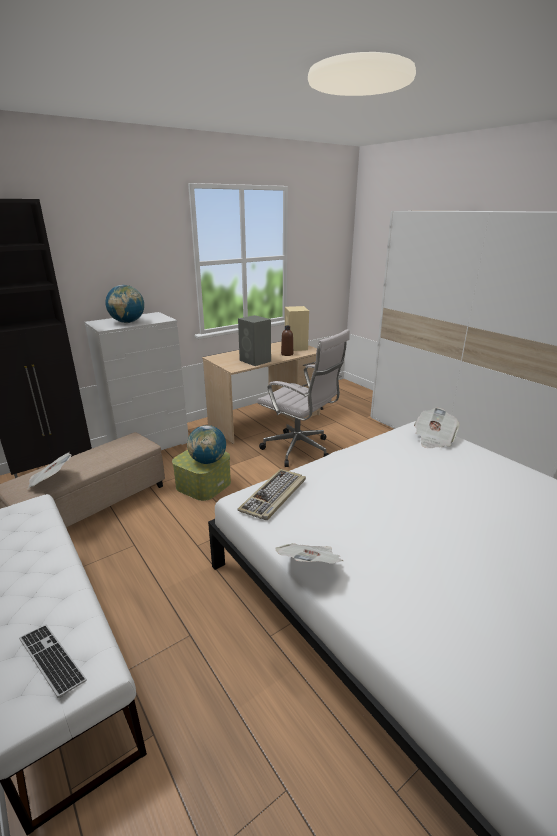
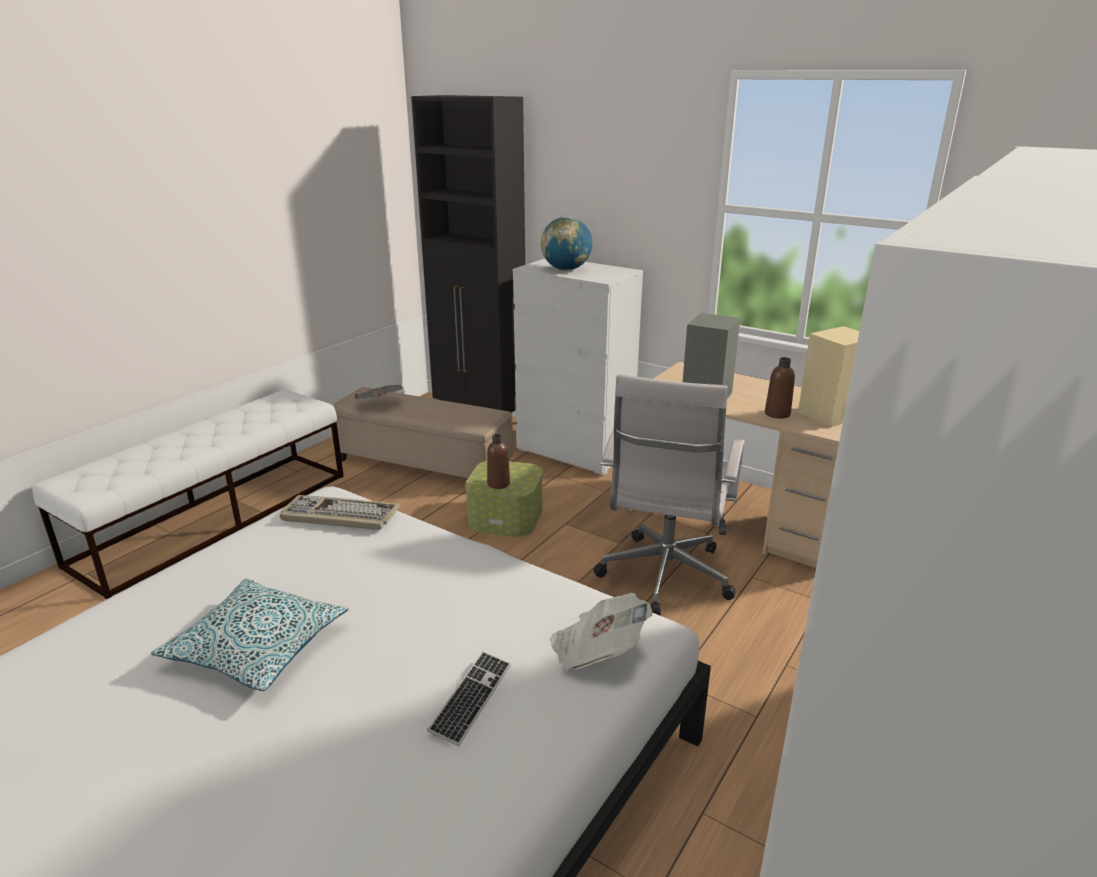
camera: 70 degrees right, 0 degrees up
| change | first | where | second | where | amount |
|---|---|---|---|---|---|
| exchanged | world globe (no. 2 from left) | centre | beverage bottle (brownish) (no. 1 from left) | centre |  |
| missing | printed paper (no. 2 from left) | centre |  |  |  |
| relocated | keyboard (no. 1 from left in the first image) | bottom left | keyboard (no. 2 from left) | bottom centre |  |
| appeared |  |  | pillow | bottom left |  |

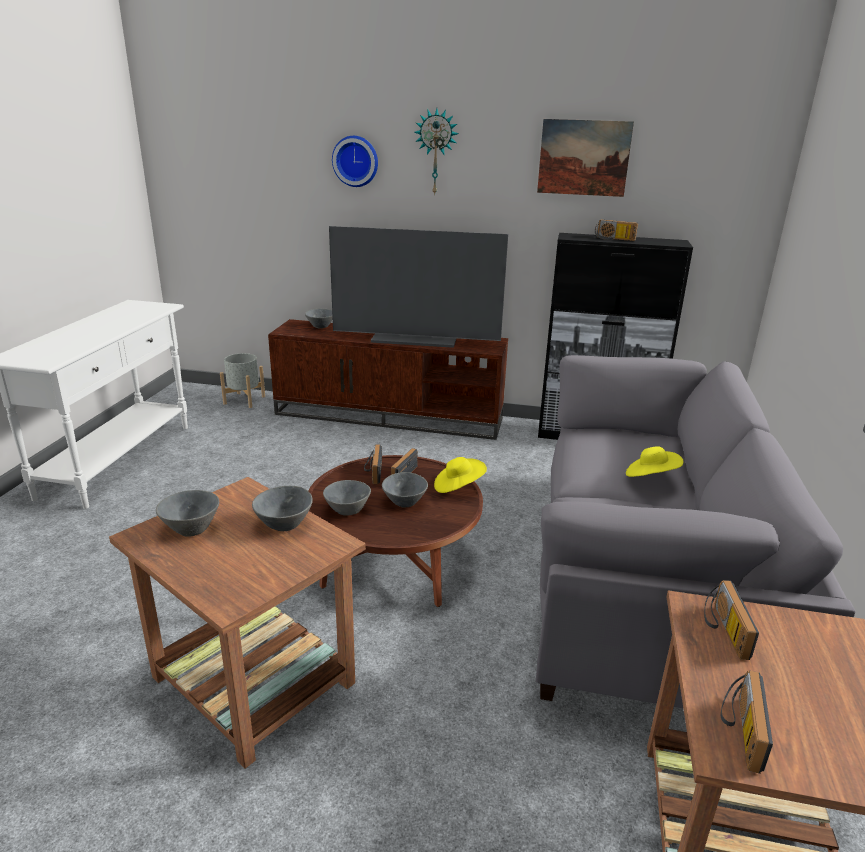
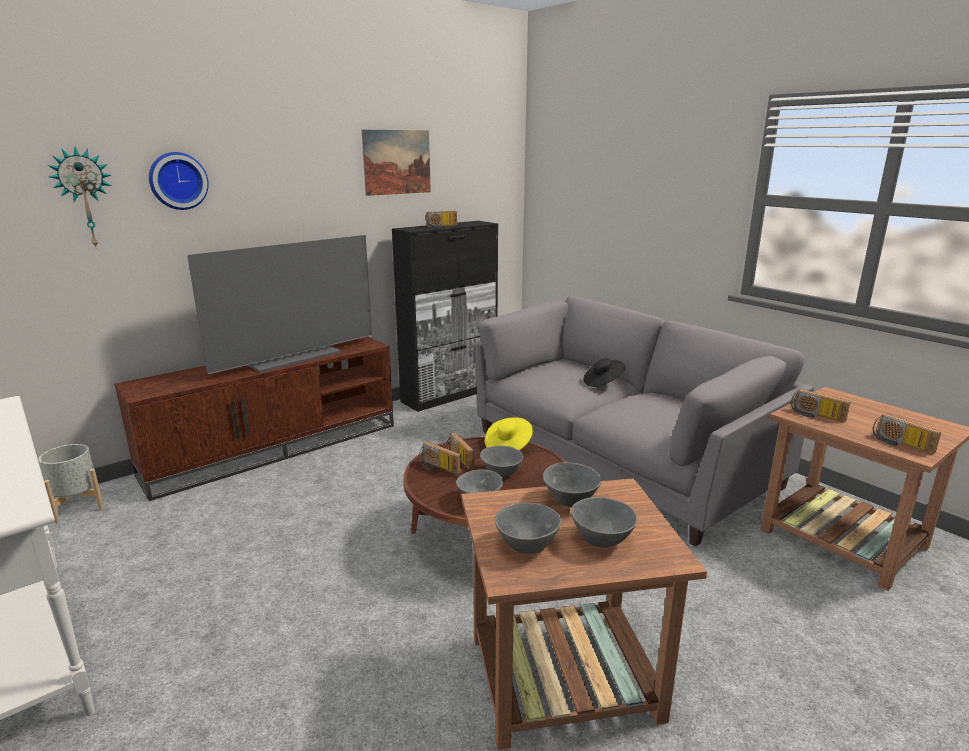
camera: 50 degrees left, 5 degrees down
| change | first | where | second | where | amount |
|---|---|---|---|---|---|
| relocated | wall clock (no. 2 from left in the first image) | top centre | wall clock (no. 1 from left) | top left |  |
| relocated | bowl (grey) (no. 3 from left in the first image) | centre | bowl (grey) (no. 5 from left) | bottom centre |  |
| colour | wearable hat (yellowish) (no. 2 from left) | middle right | wearable hat (black-coloured) | centre |  |

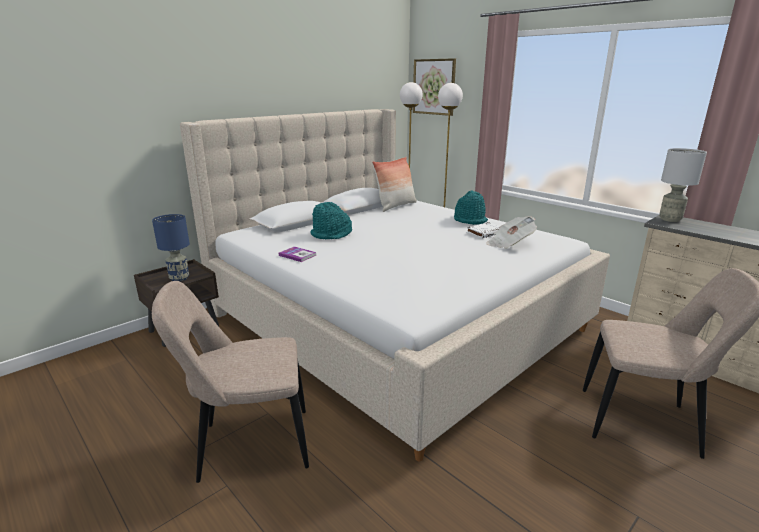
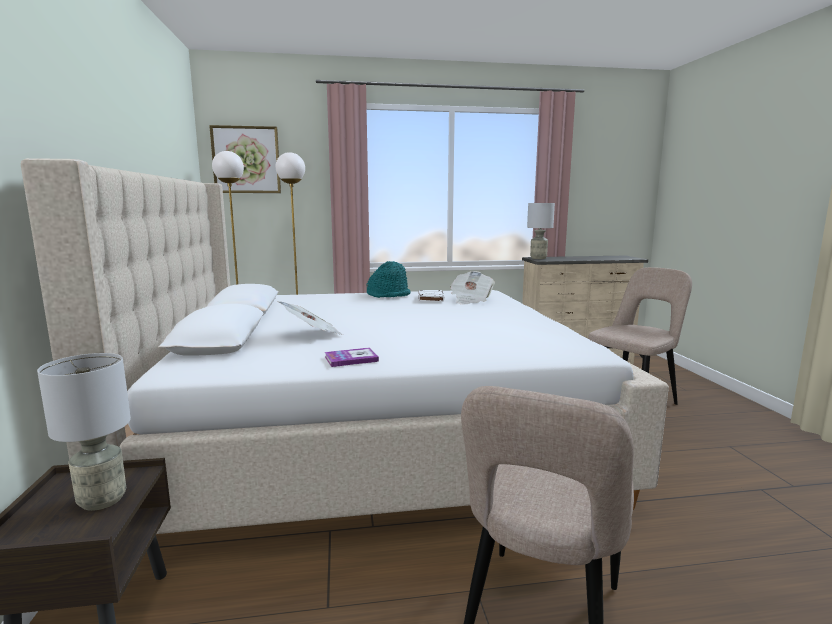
camera: 55 degrees left, 10 degrees down
| change | first | where | second | where | amount |
|---|---|---|---|---|---|
| missing | pillow | centre |  |  |  |
| exchanged | wearable hat (turquoise-coloured) (no. 1 from left) | centre | printed paper (no. 1 from left) | centre |  |
| colour | lamp for a table (blue-coloured) | middle left | lamp for a table (grey) (no. 1 from left) | bottom left |  |

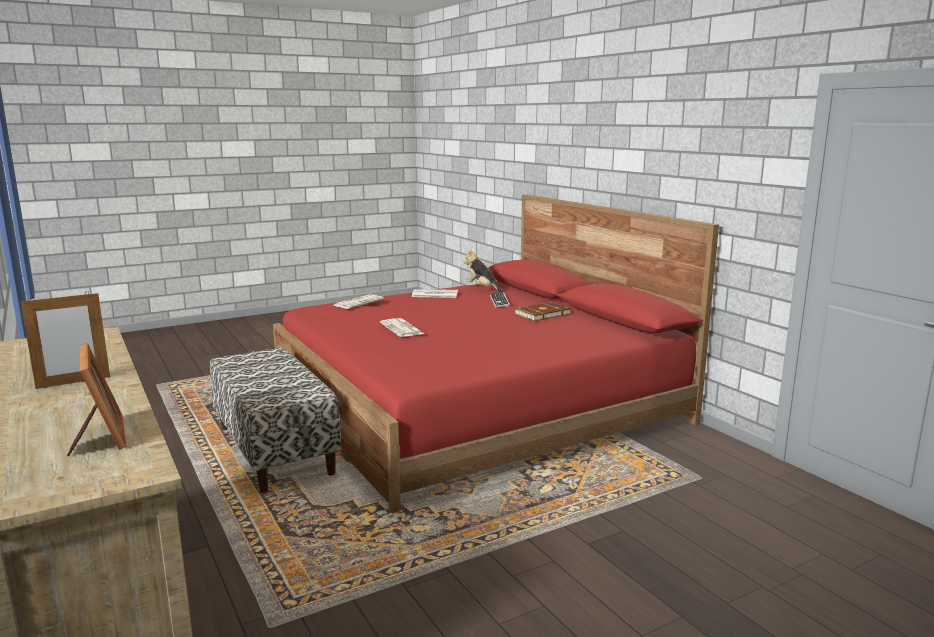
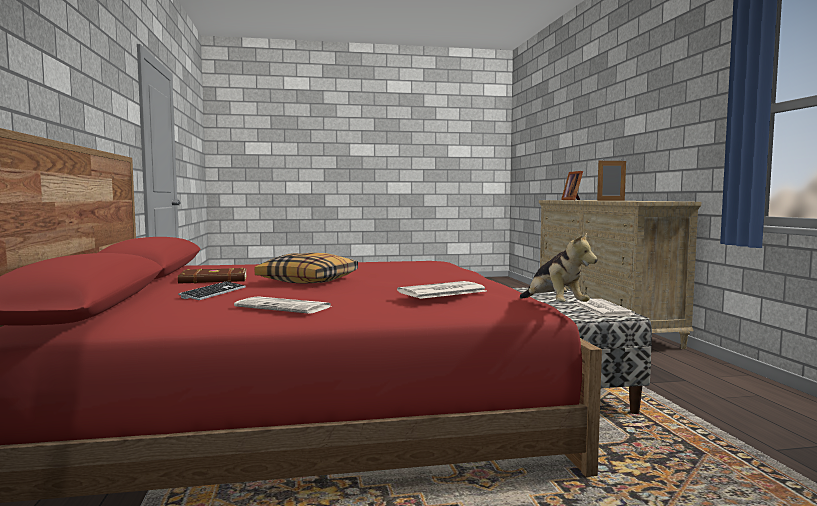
camera: 160 degrees left, 10 degrees down
| change | first | where | second | where | amount |
|---|---|---|---|---|---|
| relocated | soft toy | centre |  | middle right |  |
| relocated | printed paper (no. 2 from left in the first image) | centre | printed paper (no. 3 from left) | middle right |  |
| appeared |  |  | pillow | centre |  |

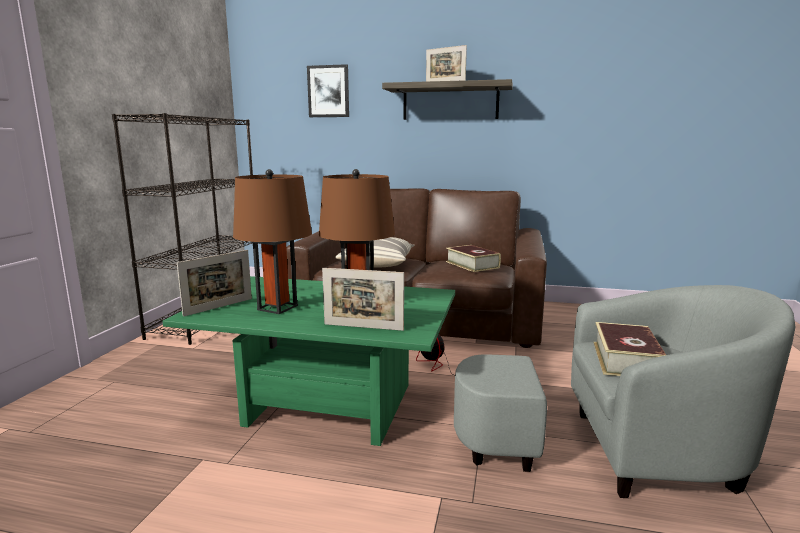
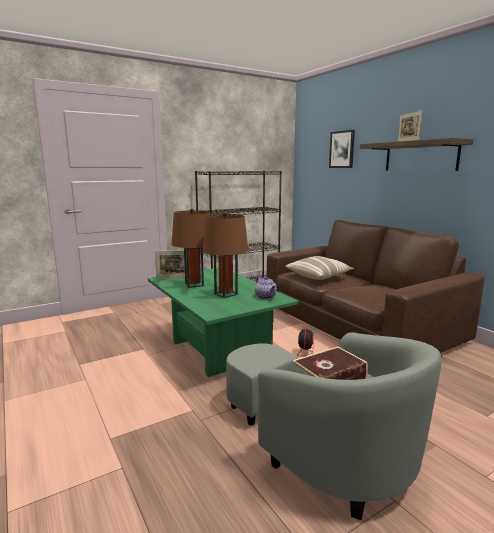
camera: 45 degrees right, 0 degrees up
| change | first | where | second | where | amount |
|---|---|---|---|---|---|
| missing | volume (no. 1 from left) | centre |  |  |  |
| missing | standing frame (no. 2 from left) | centre |  |  |  |
| appeared |  |  | tea pot | centre |  |

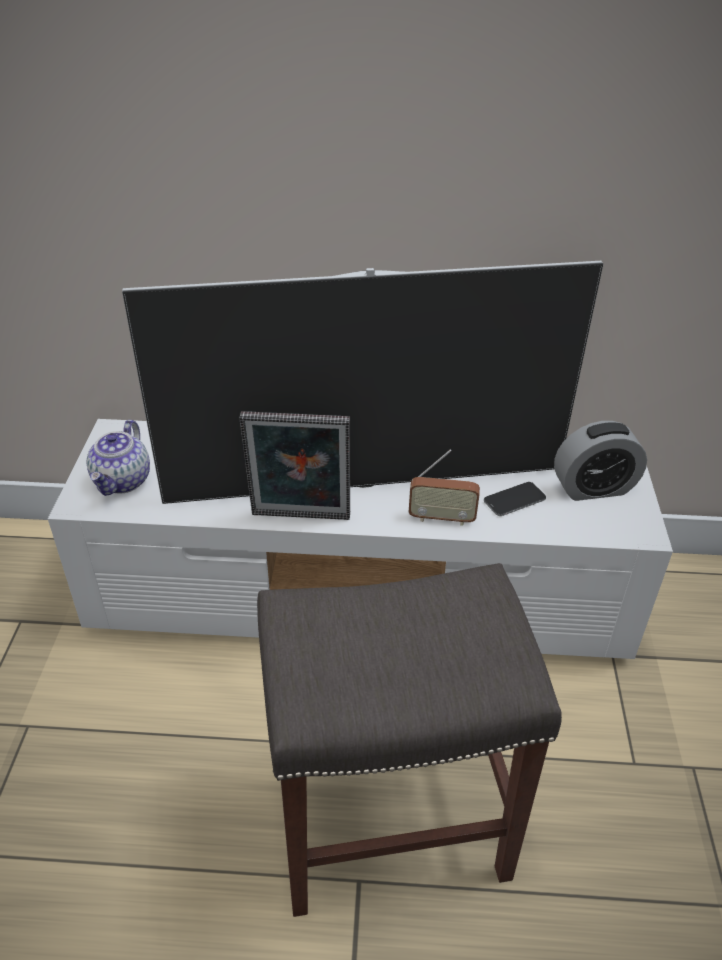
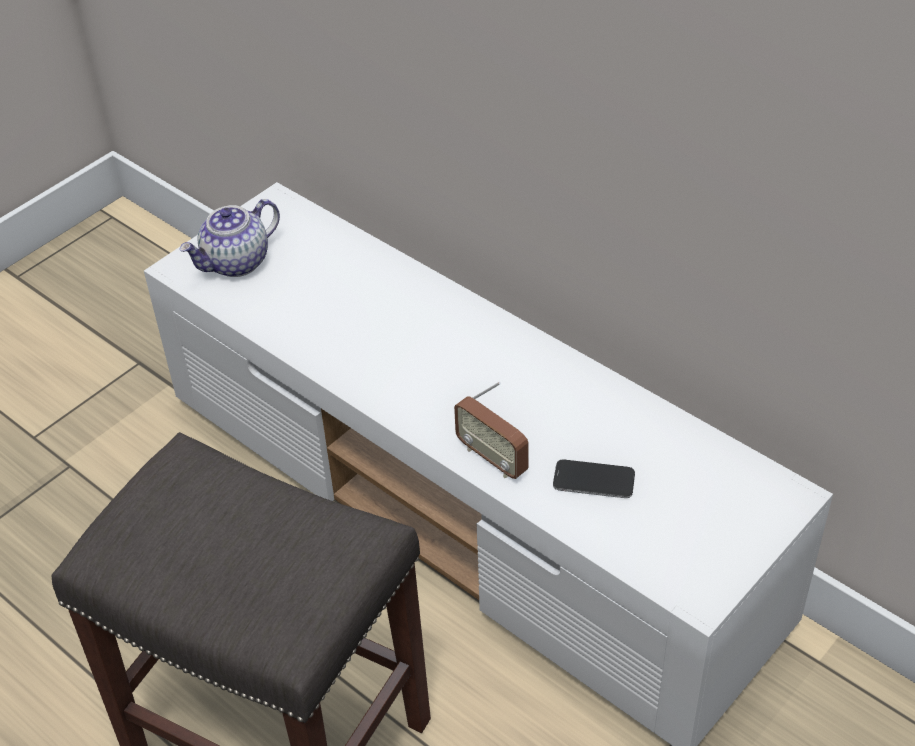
camera: 40 degrees right, 5 degrees up
| change | first | where | second | where | amount |
|---|---|---|---|---|---|
| missing | TV | centre |  |  |  |
| missing | standing frame | centre |  |  |  |
| missing | alarm clock | middle right |  |  |  |

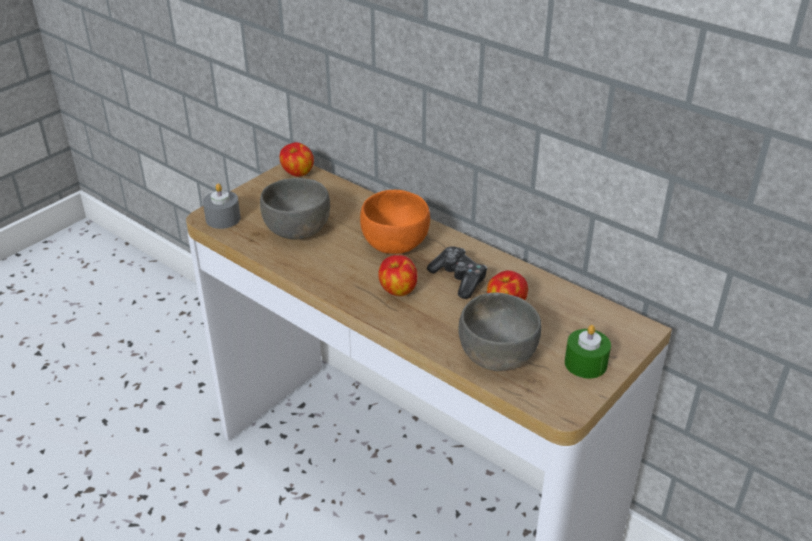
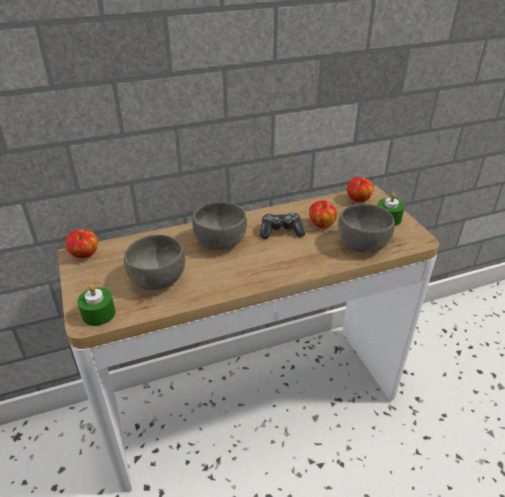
camera: 60 degrees left, 0 degrees up
| change | first | where | second | where | amount |
|---|---|---|---|---|---|
| colour | wax candle (grey) | middle left | wax candle (green-coloured) (no. 1 from left) | middle left |  |
| colour | bowl (orange-coloured) | centre | bowl (grey) (no. 2 from left) | centre |  |
| relocated | apple fruit (no. 2 from left in the first image) | centre | apple fruit (no. 3 from left) | middle right |  |

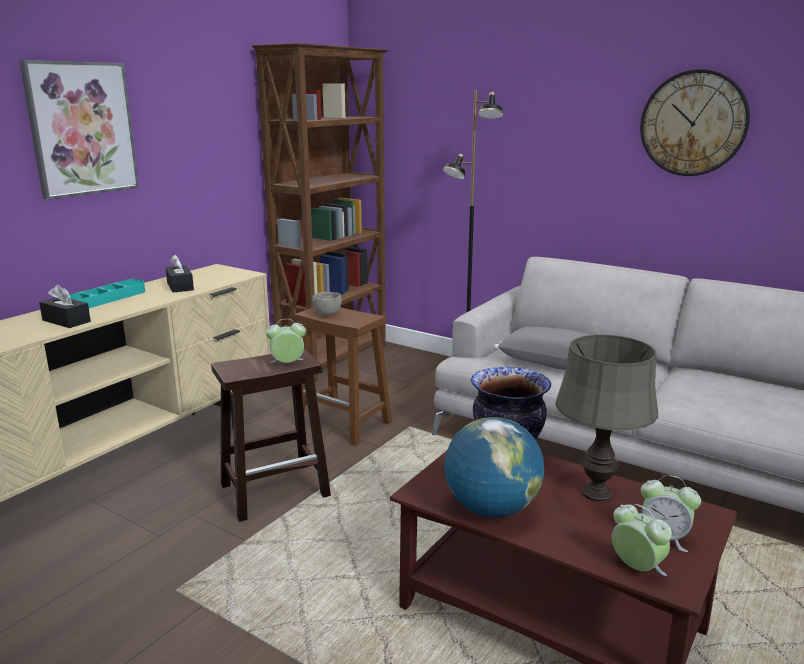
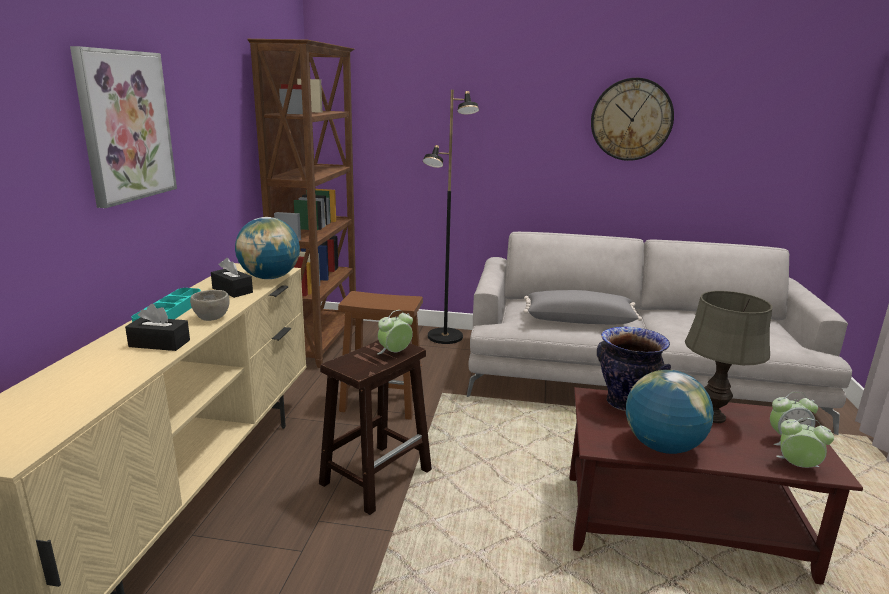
camera: 25 degrees left, 0 degrees up
| change | first | where | second | where | amount |
|---|---|---|---|---|---|
| relocated | bowl (grey) | centre |  | middle left |  |
| appeared |  |  | world globe (no. 1 from left) | middle left |  |

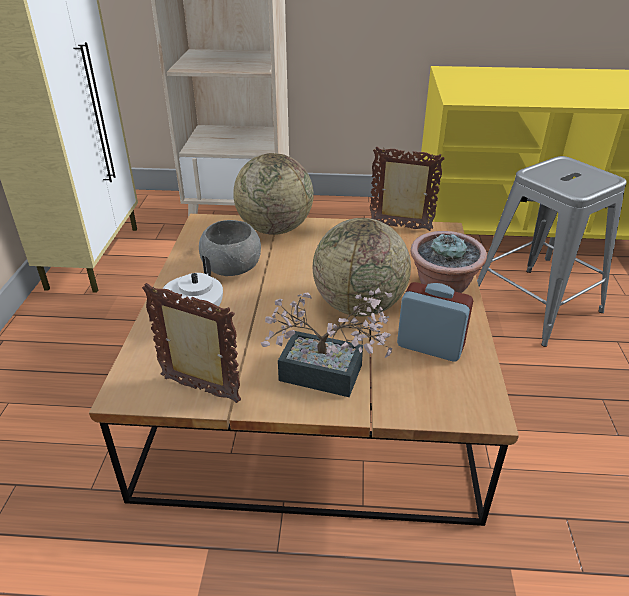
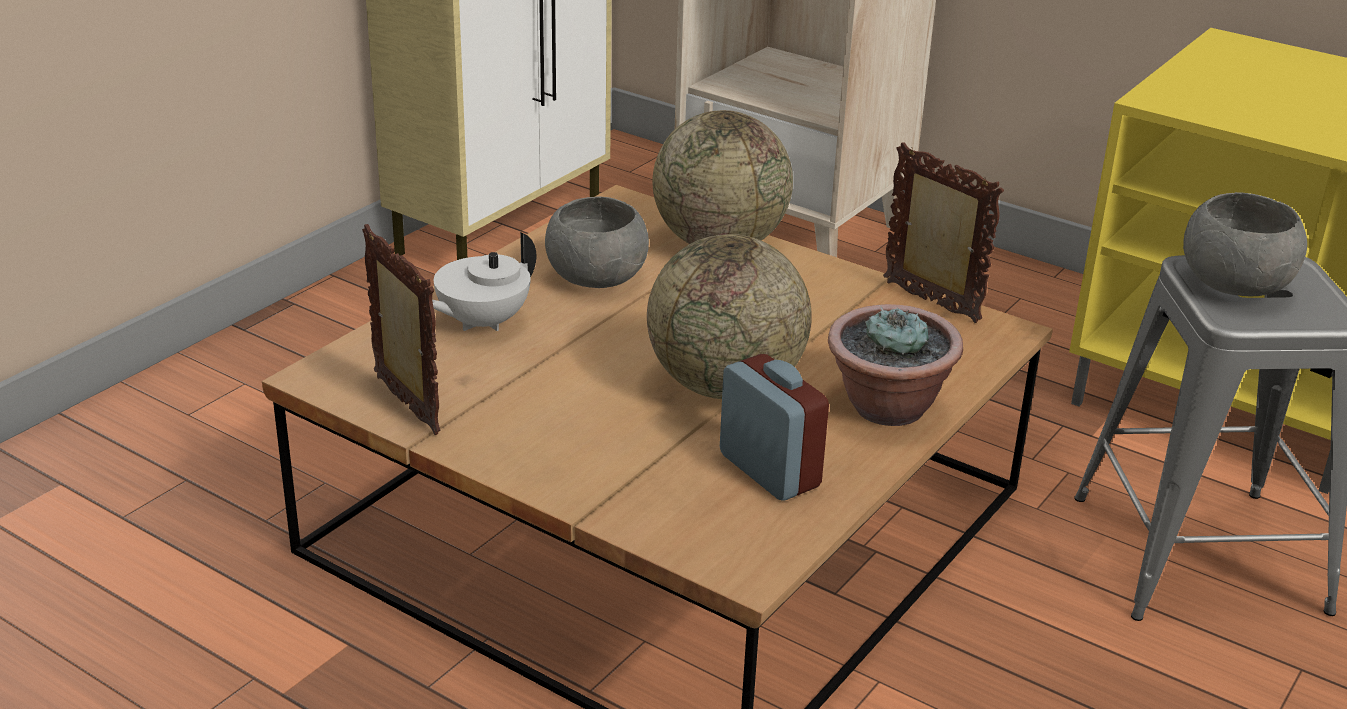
camera: 30 degrees right, 5 degrees down
| change | first | where | second | where | amount |
|---|---|---|---|---|---|
| missing | potted plant (no. 1 from left) | centre |  |  |  |
| appeared |  |  | bowl (grey) (no. 2 from left) | middle right |  |

